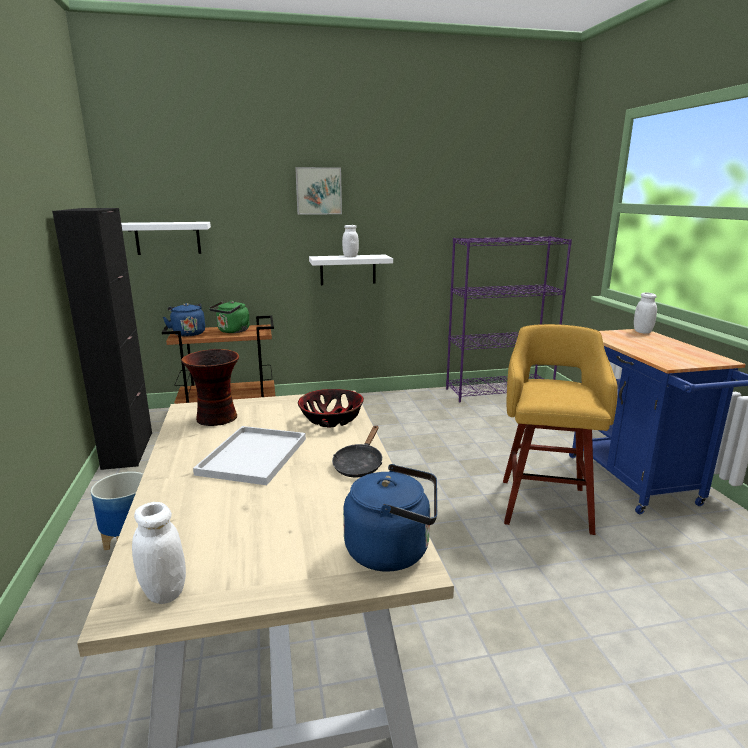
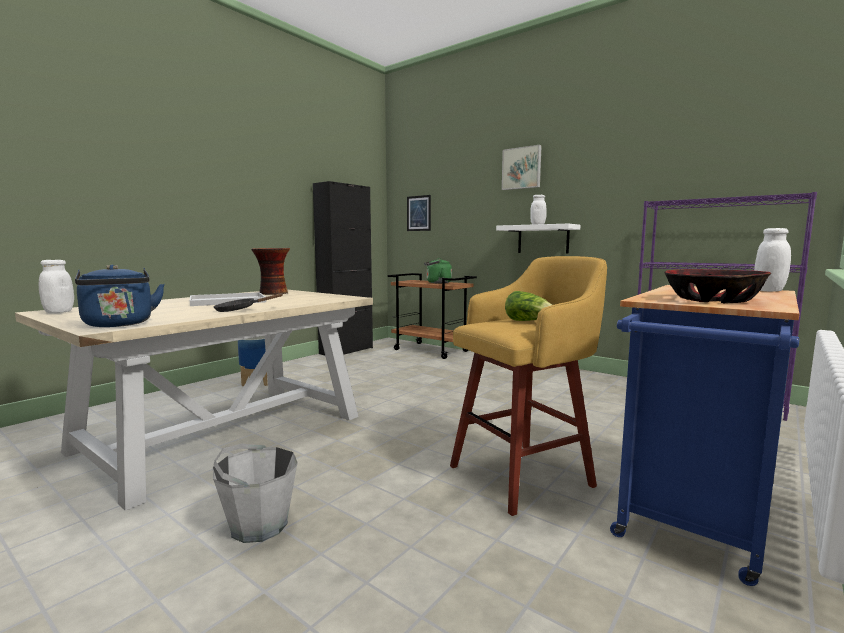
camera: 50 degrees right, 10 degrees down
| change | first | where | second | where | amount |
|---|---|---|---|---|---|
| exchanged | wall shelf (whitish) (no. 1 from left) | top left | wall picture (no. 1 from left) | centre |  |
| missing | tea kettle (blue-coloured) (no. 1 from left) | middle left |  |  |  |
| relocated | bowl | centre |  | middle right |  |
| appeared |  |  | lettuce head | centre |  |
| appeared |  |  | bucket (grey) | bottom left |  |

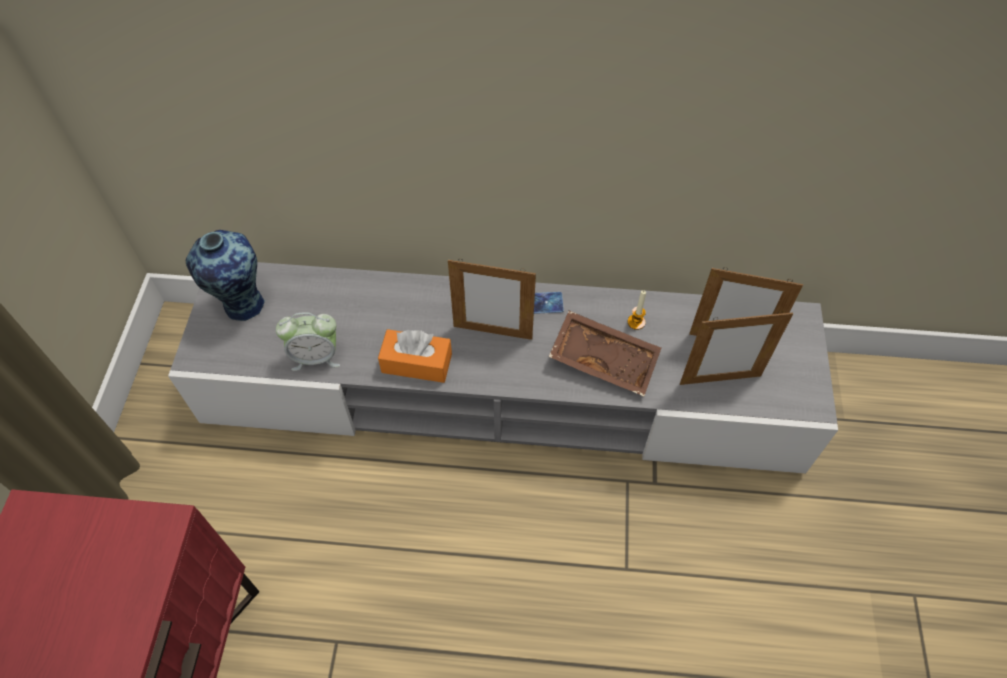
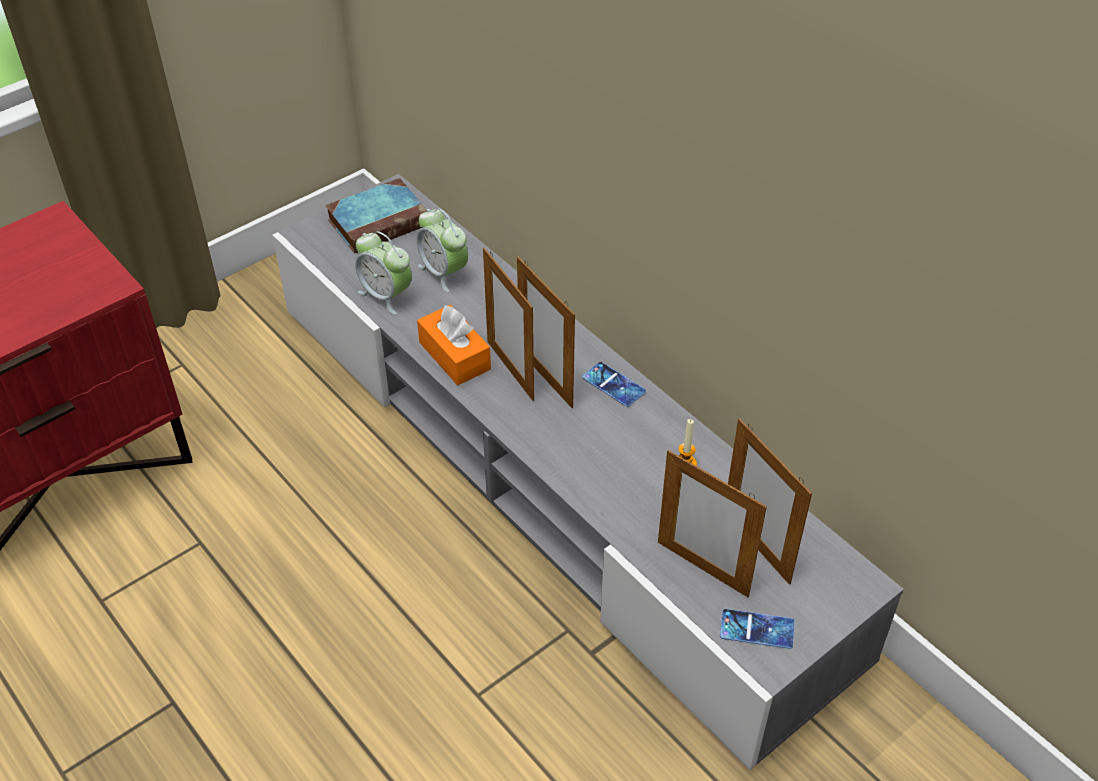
camera: 45 degrees right, 10 degrees down
| change | first | where | second | where | amount |
|---|---|---|---|---|---|
| exchanged | flower vase | middle left | volume | top centre |  |
| missing | serving tray (brownish) | centre |  |  |  |
| appeared |  |  | alarm clock (no. 2 from left) | top centre |  |
| appeared |  |  | standing frame (no. 1 from left) | centre |  |
| appeared |  |  | handset (no. 2 from left) | bottom right |  |

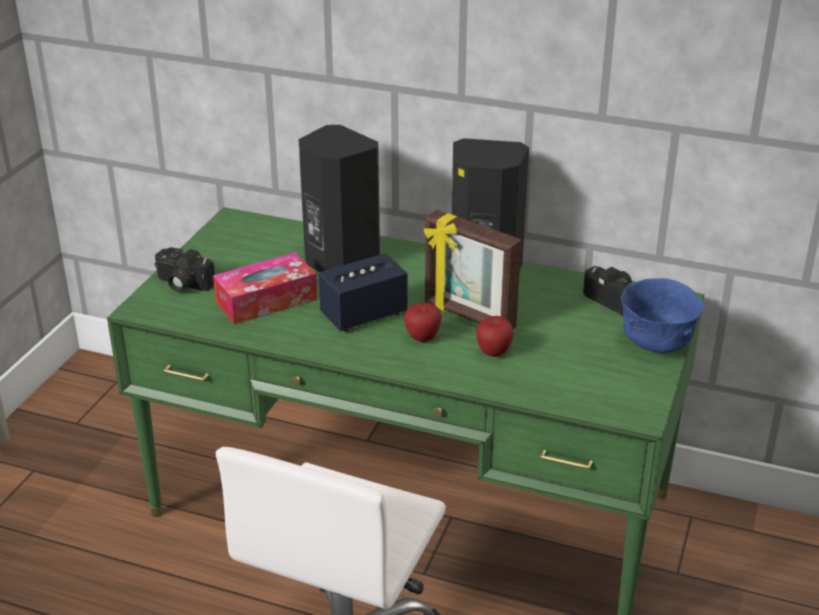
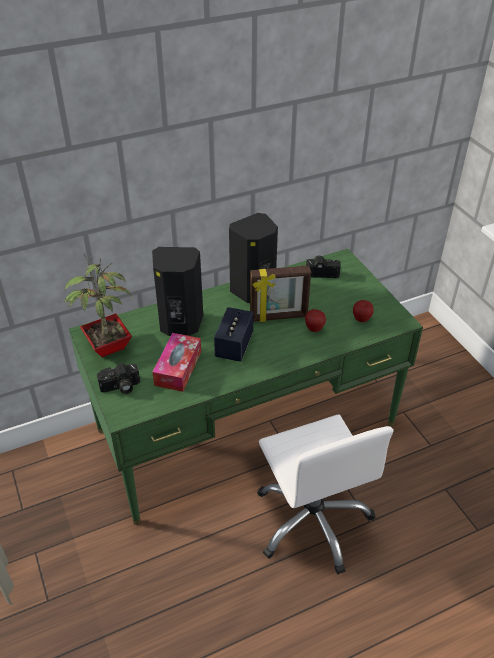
camera: 45 degrees left, 10 degrees up
| change | first | where | second | where | amount |
|---|---|---|---|---|---|
| missing | bowl (blue-coloured) | middle right |  |  |  |
| relocated | apple fruit (no. 1 from left in the first image) | centre | apple fruit (no. 2 from left) | middle right |  |
| appeared |  |  | potted plant | middle left |  |

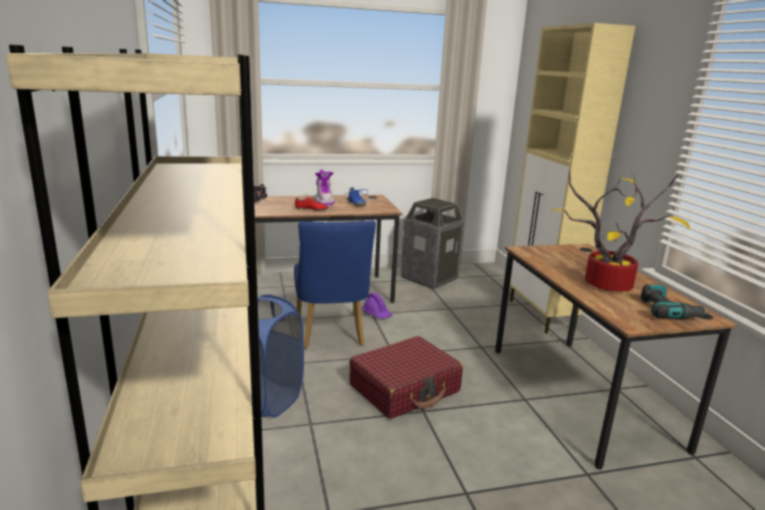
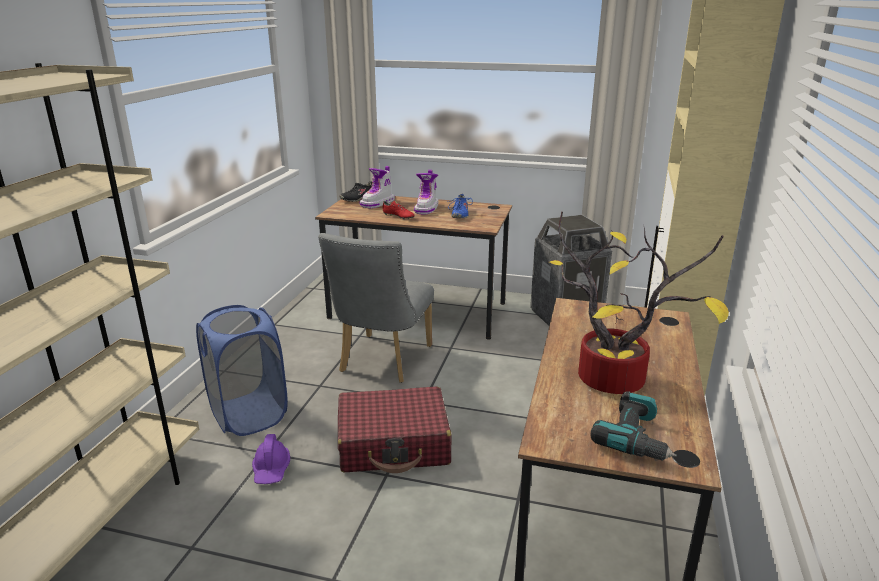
camera: 30 degrees right, 5 degrees up
| change | first | where | second | where | amount |
|---|---|---|---|---|---|
| colour | upright chair (blue-coloured) | centre | upright chair (grey) | centre |  |
| relocated | work helmet (purplish) | centre |  | bottom left |  |
| appeared |  |  | boot (no. 1 from left) | top centre |  |

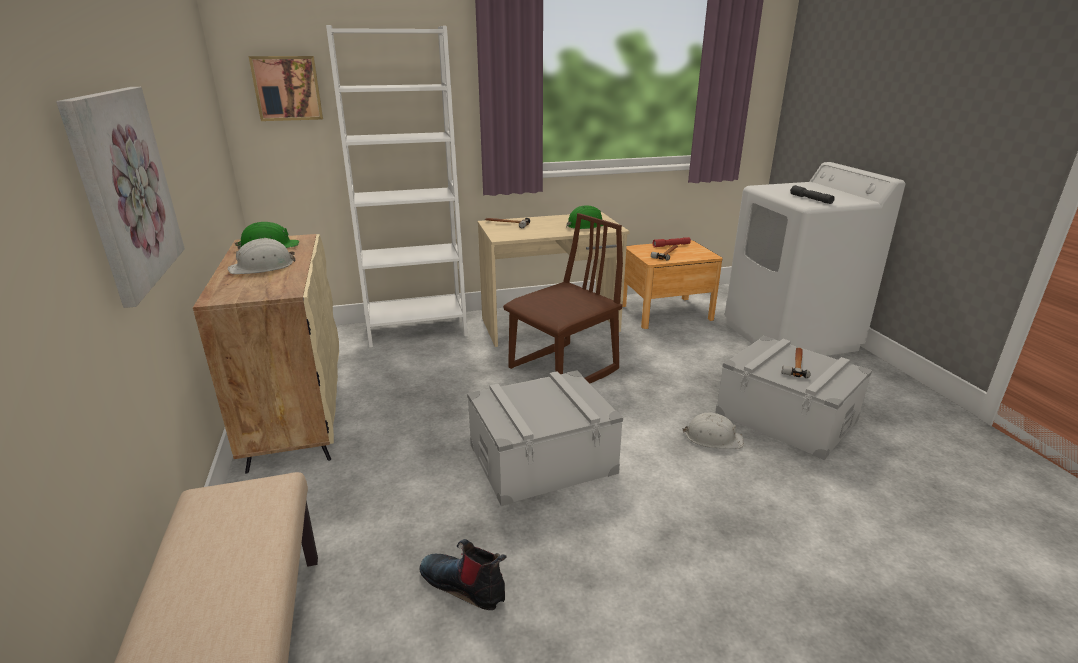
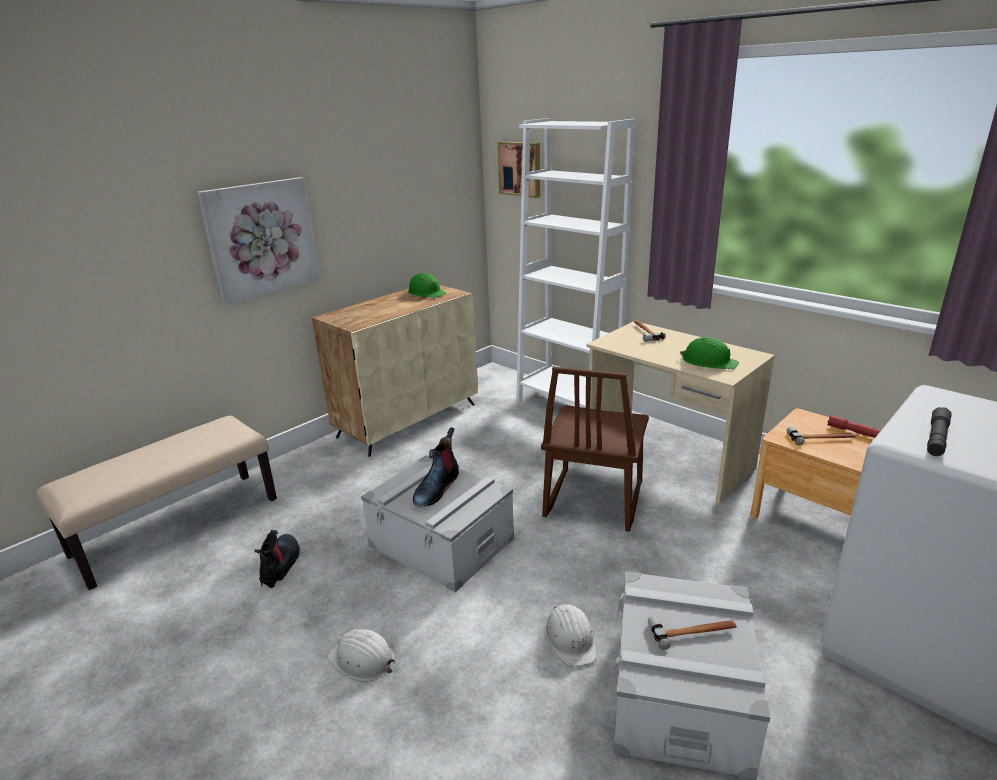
camera: 60 degrees right, 0 degrees up
| change | first | where | second | where | amount |
|---|---|---|---|---|---|
| spun | upright chair (brownish) | centre |  | centre | 90 degrees clockwise |
| relocated | work helmet (whitish) (no. 1 from left) | middle left |  | bottom centre |  |
| appeared |  |  | boot (no. 2 from left) | centre |  |

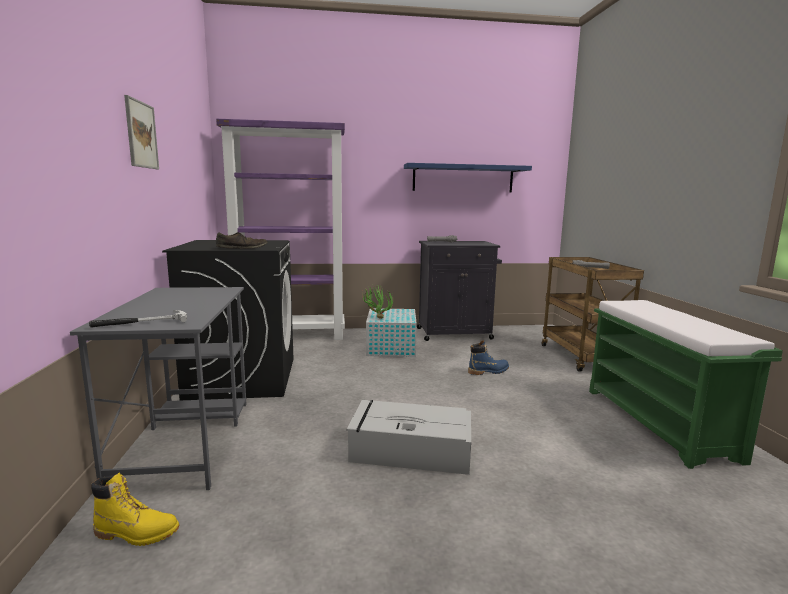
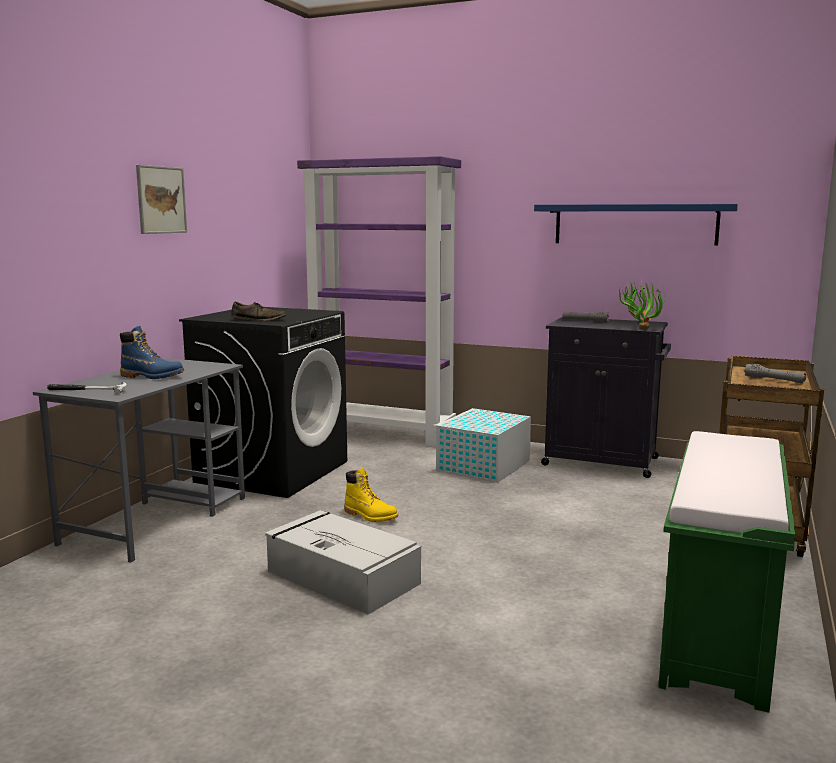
camera: 30 degrees right, 0 degrees up
| change | first | where | second | where | amount |
|---|---|---|---|---|---|
| relocated | potted plant | centre |  | middle right |  |
| relocated | boot (blue-coloured) | centre |  | middle left |  |
| relocated | boot (yellowish) | bottom left |  | centre |  |

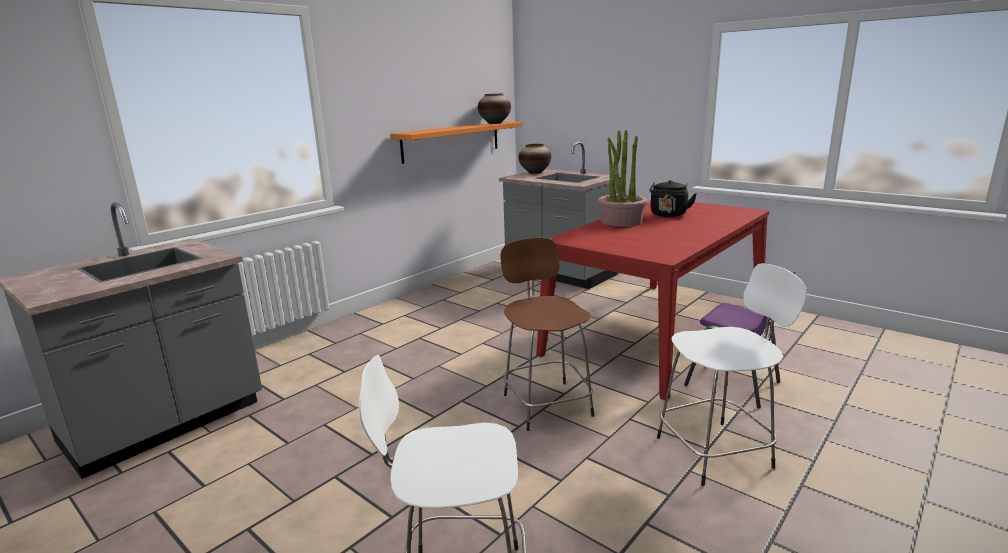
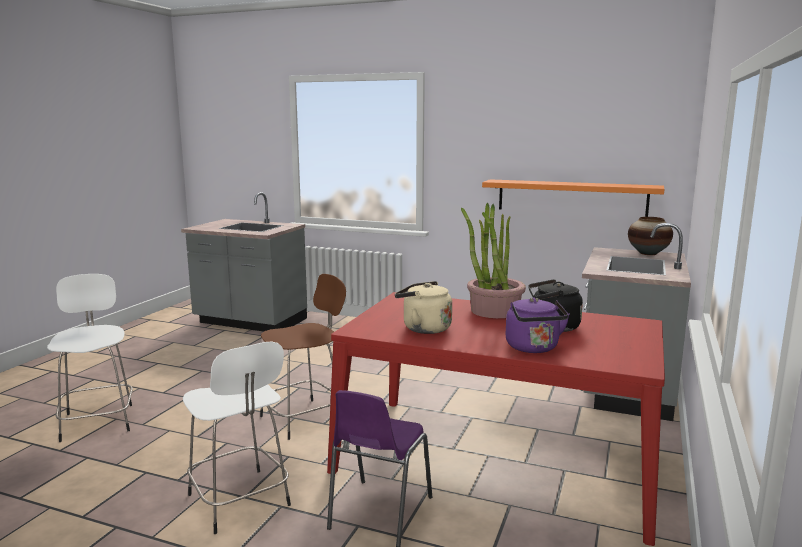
camera: 70 degrees right, 5 degrees down
| change | first | where | second | where | amount |
|---|---|---|---|---|---|
| missing | flower vase (no. 1 from left) | top centre |  |  |  |
| appeared |  |  | tea kettle (beige) | centre |  |
| appeared |  |  | tea kettle (purplish) | middle right |  |

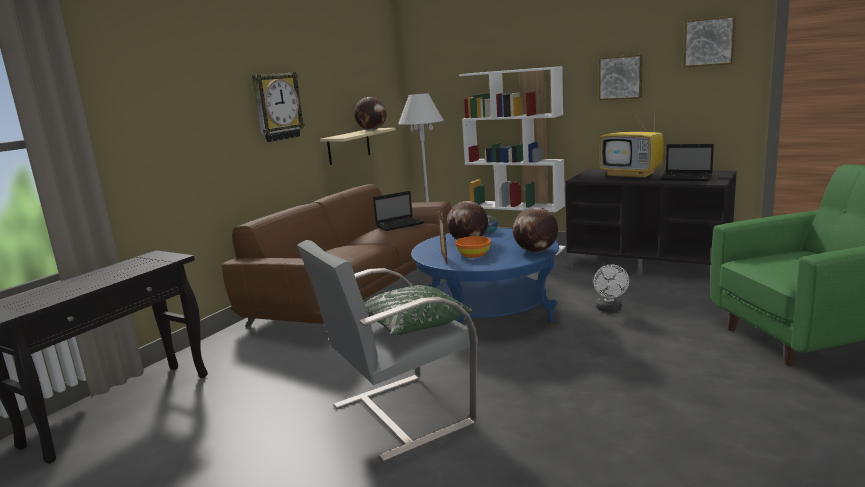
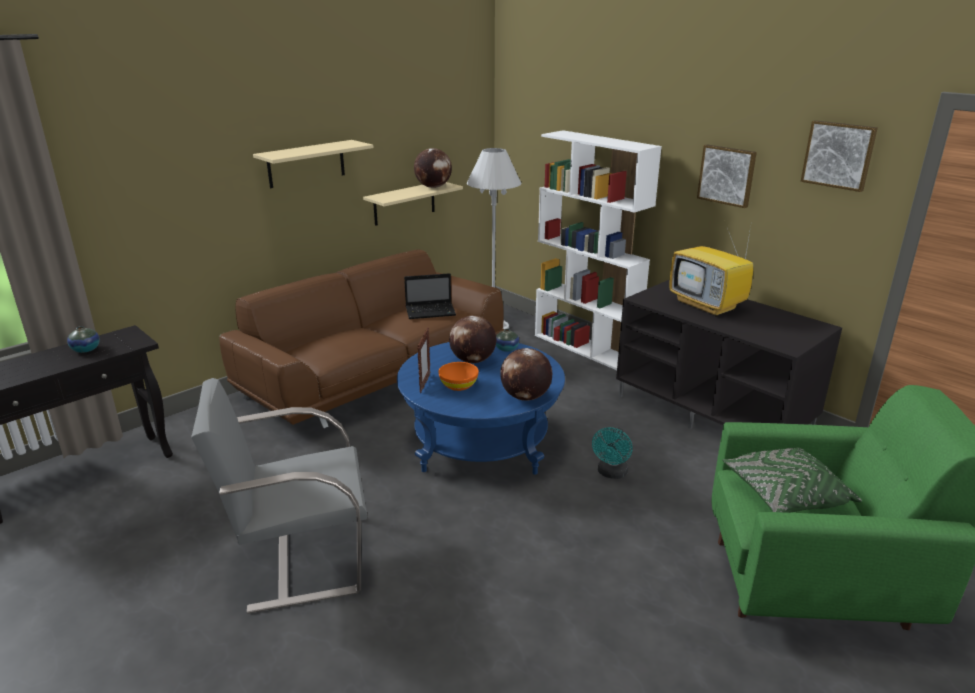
camera: 15 degrees right, 10 degrees up
| change | first | where | second | where | amount |
|---|---|---|---|---|---|
| exchanged | wall clock | top left | wall shelf (beige) (no. 1 from left) | top left |  |
| missing | notebook computer (no. 2 from left) | top right |  |  |  |
| colour | electric fan (whitish) | middle right | electric fan (turquoise-coloured) | centre |  |
| relocated | pillow (green-coloured) | centre |  | bottom right |  |
| appeared |  |  | flower vase (no. 1 from left) | middle left |  |

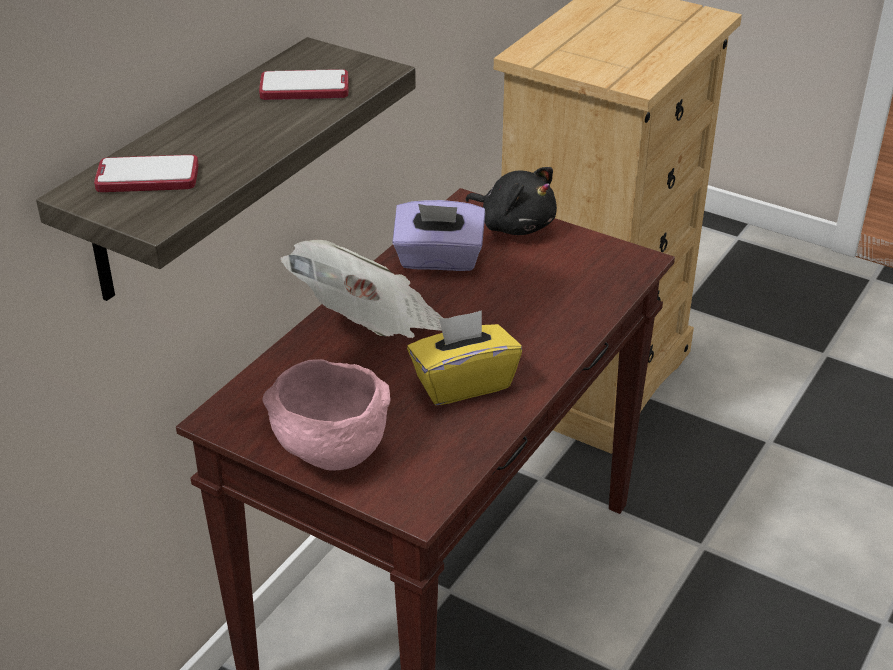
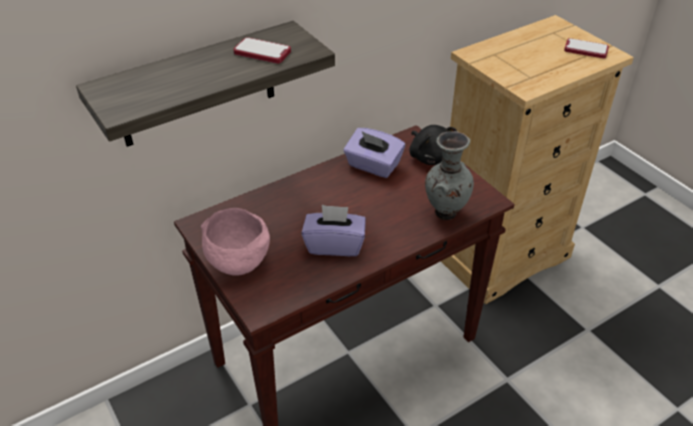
camera: 25 degrees right, 5 degrees up
| change | first | where | second | where | amount |
|---|---|---|---|---|---|
| relocated | handset (no. 1 from left in the first image) | top left | handset (no. 2 from left) | top right |  |
| missing | printed paper | centre |  |  |  |
| colour | tissue holder (yellowish) | centre | tissue holder (purplish) (no. 1 from left) | centre |  |
| appeared |  |  | flower vase (grey) | centre |  |

